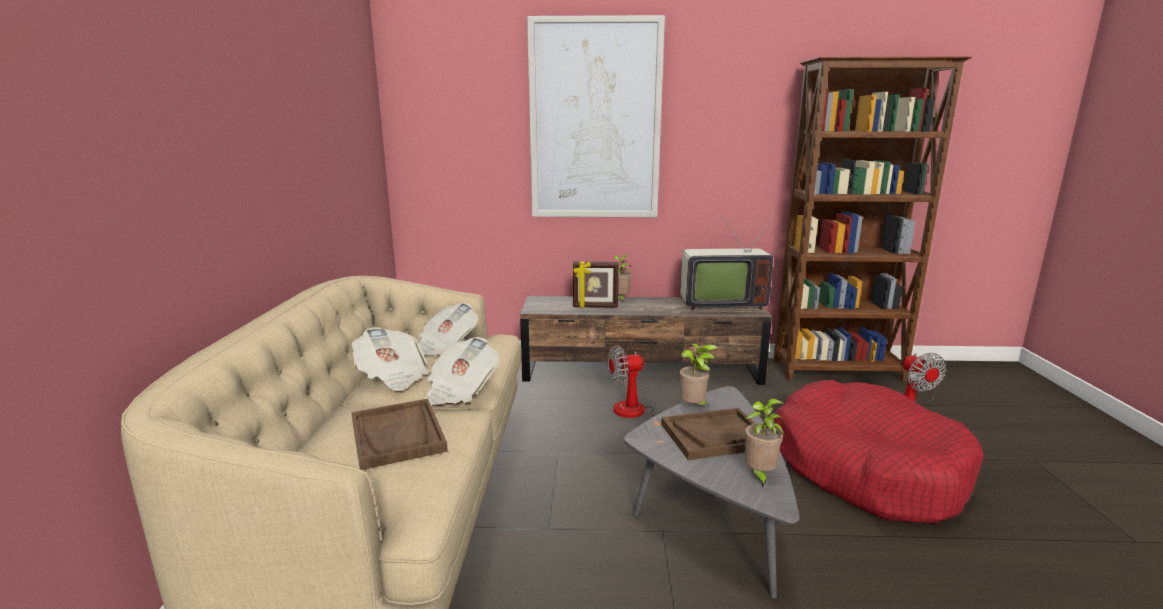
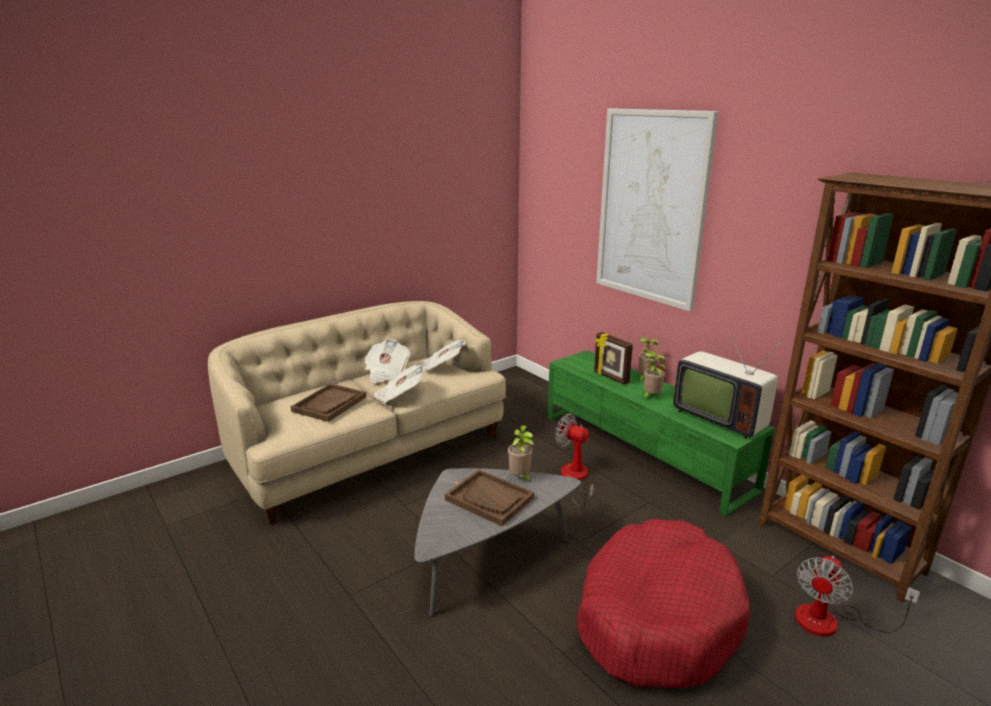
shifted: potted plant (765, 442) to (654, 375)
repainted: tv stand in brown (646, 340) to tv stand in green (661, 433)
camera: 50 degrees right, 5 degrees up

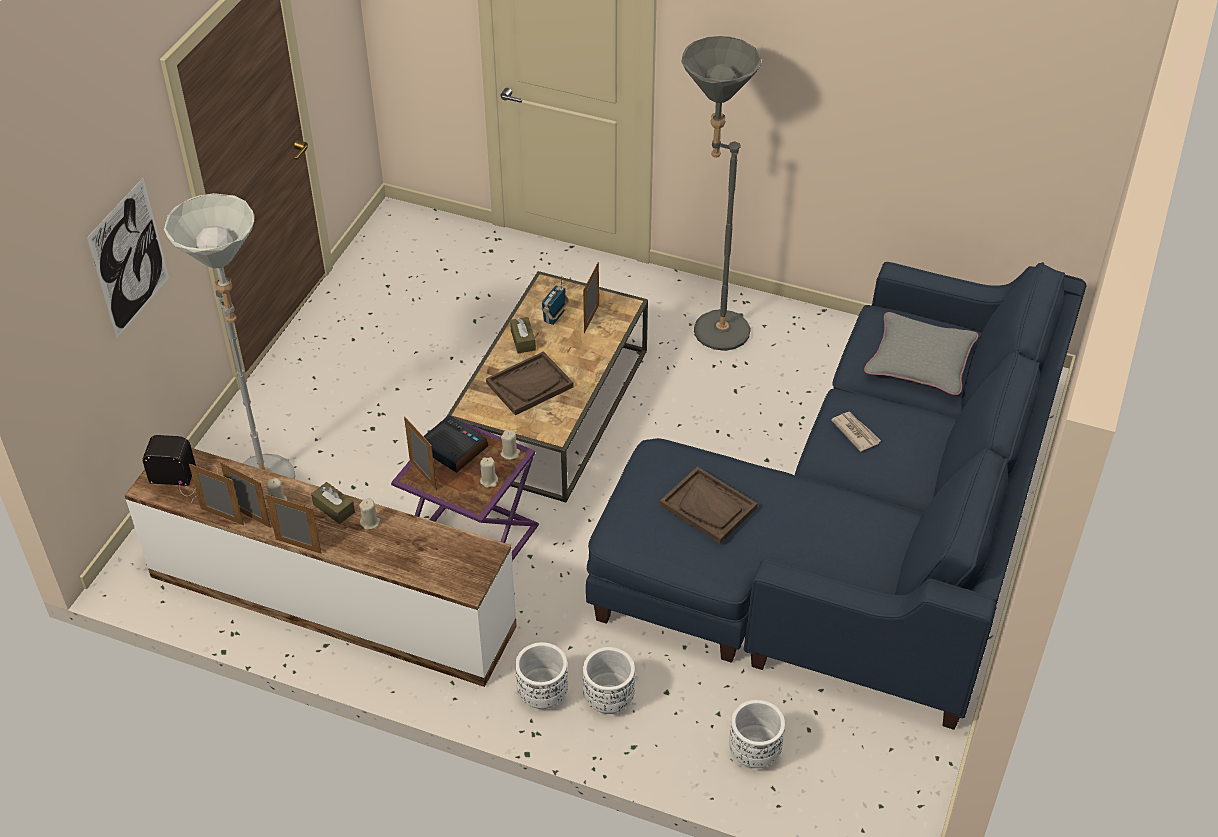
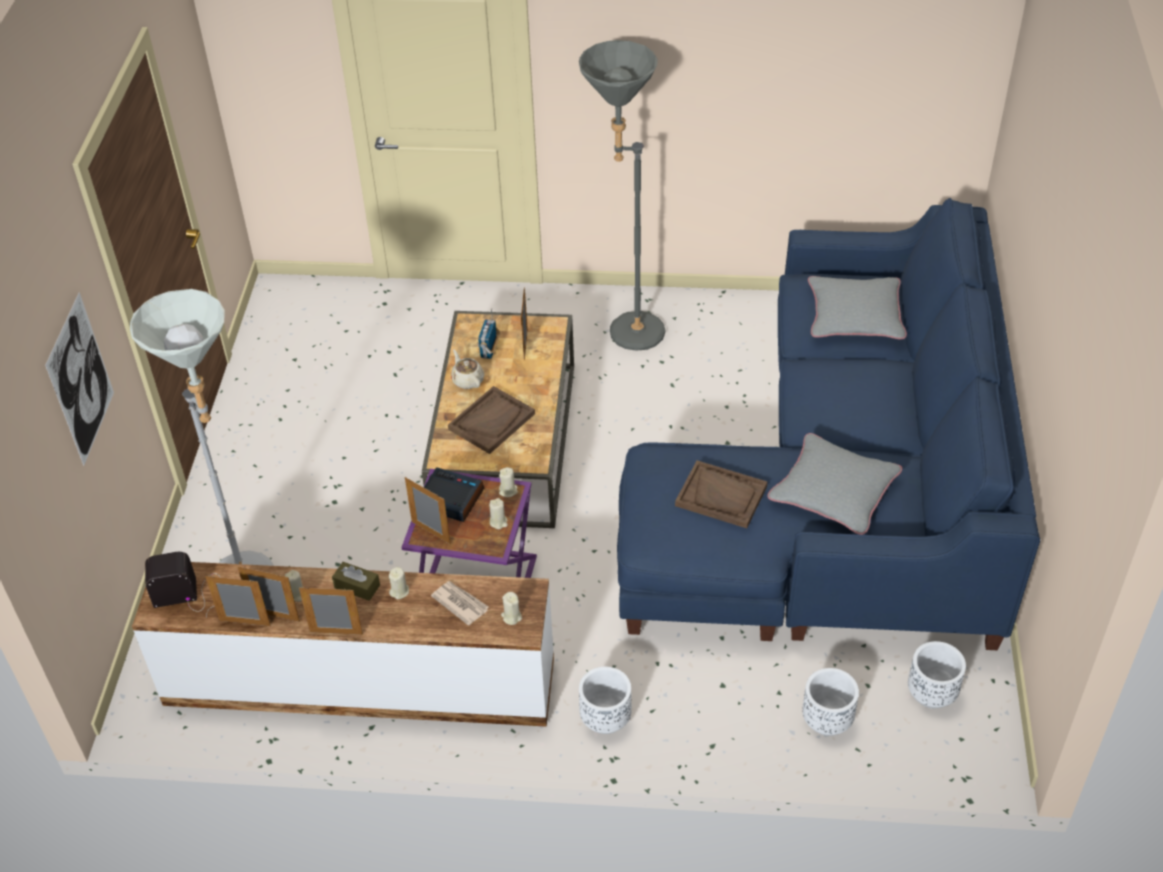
new: candle in beige (511, 608); pillow in grey (834, 484)
shifted: newspaper (856, 432) to (459, 603); planter in white (609, 680) to (937, 675)
swapped: tissue box in brown (523, 335) to teapot in beige (467, 369)
camera: 15 degrees left, 0 degrees up

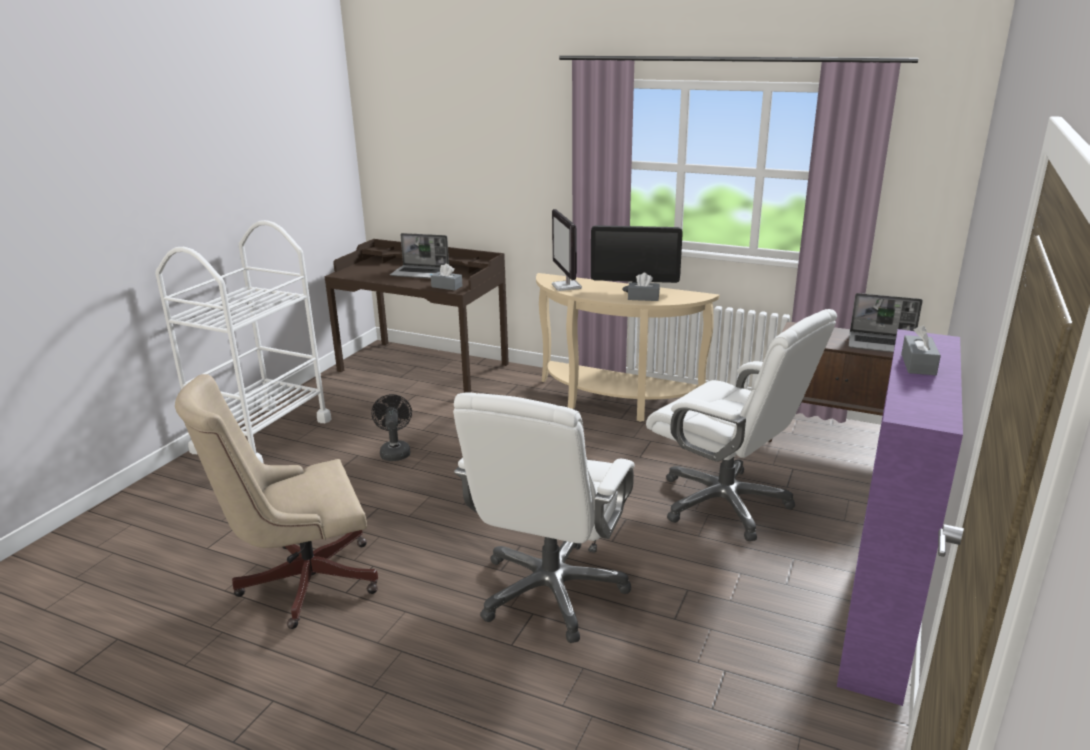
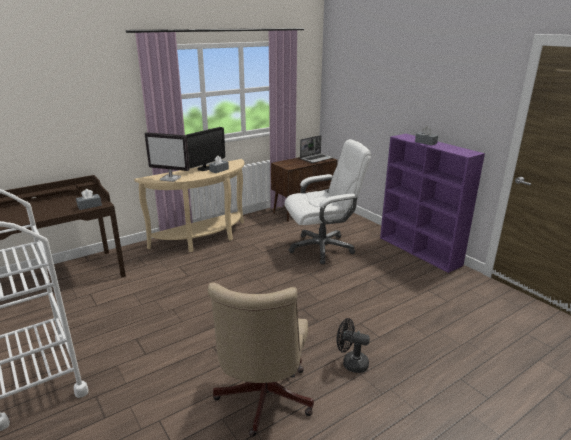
gone: laptop (419, 256); office chair in white (544, 517)
shifted: fan in black (391, 427) to (353, 345)
camera: 60 degrees left, 0 degrees up

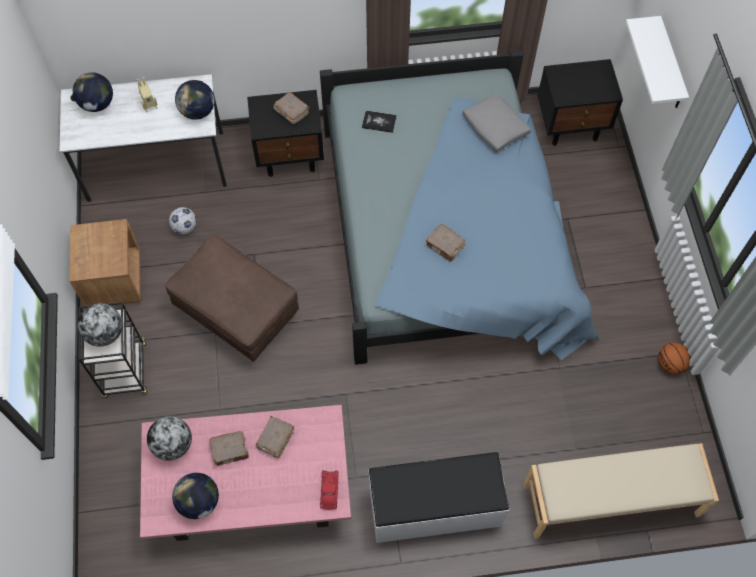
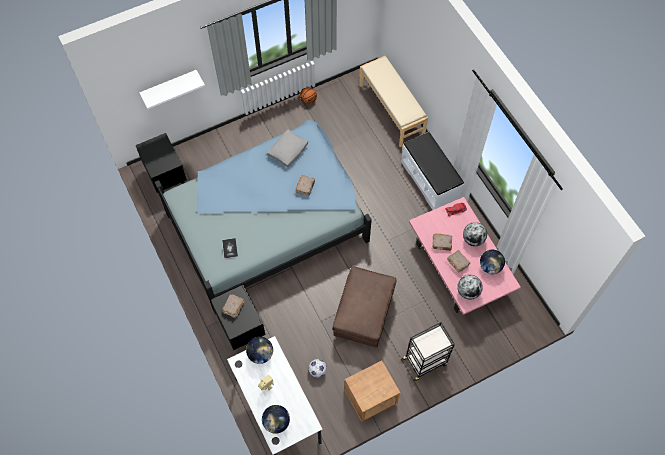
shifted: pillow in grey (496, 122) to (287, 148); globe (100, 325) to (475, 234)
camera: 110 degrees left, 0 degrees up

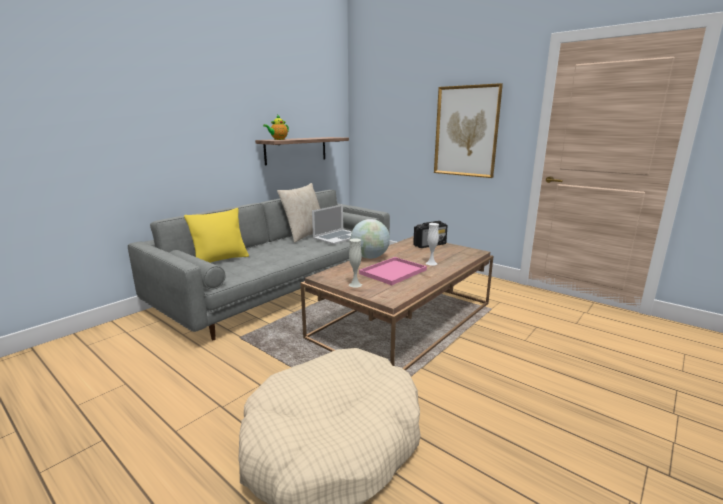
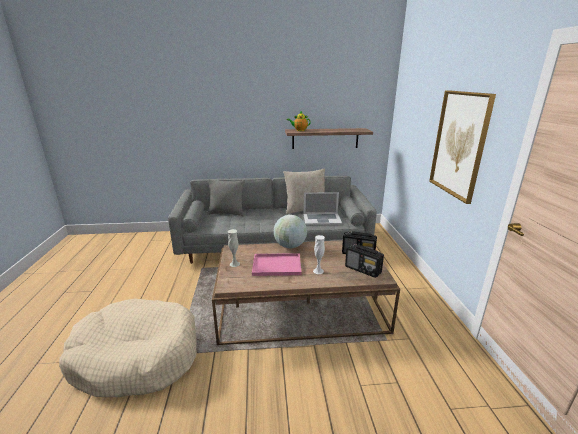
new: radio (364, 261)
repainted: pillow in yellow (216, 235) to pillow in grey (225, 197)
camera: 45 degrees right, 5 degrees up

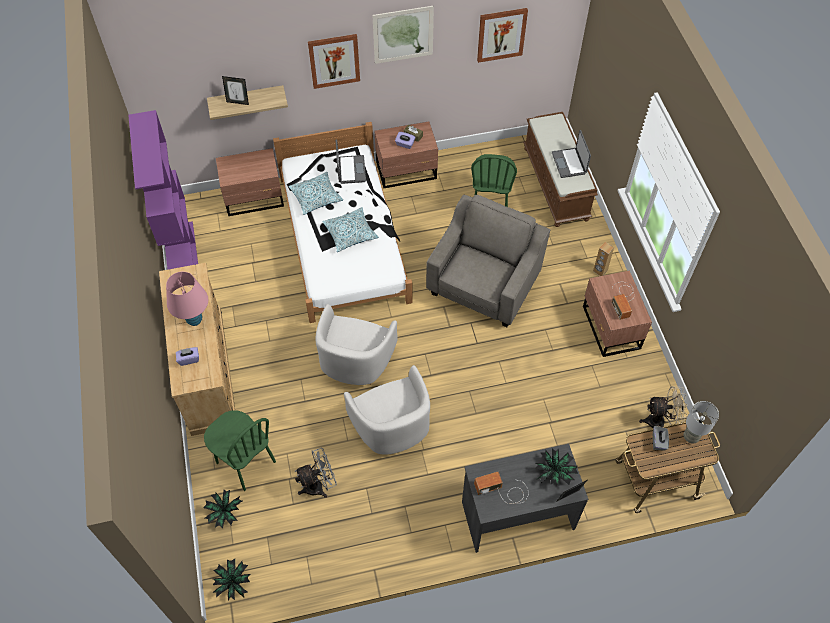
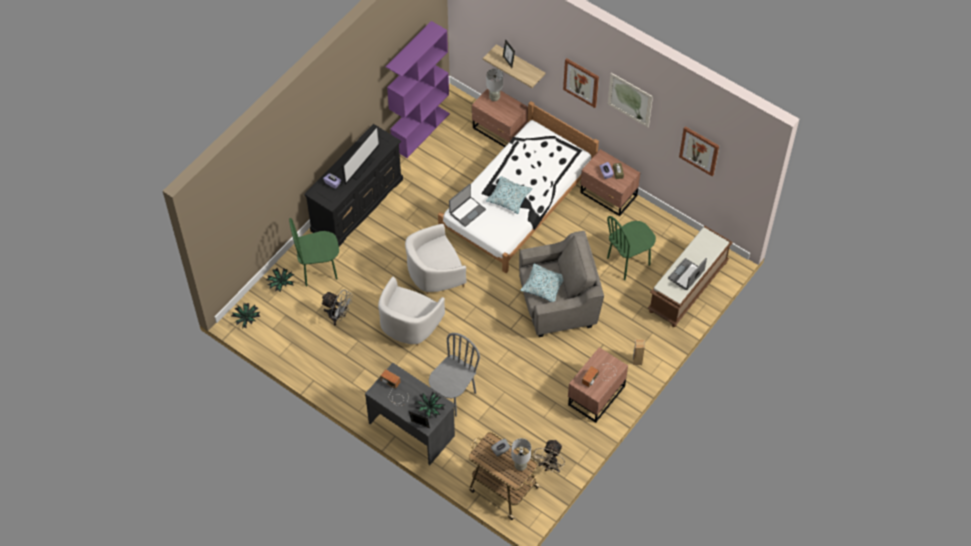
new: chair in grey (454, 375); table lamp in grey (494, 85)
shifted: laptop (351, 162) to (467, 205); pillow (315, 193) to (542, 282)
swapped: table lamp in pink (187, 299) to monitor (360, 155)
repainted: dresser in beige (197, 349) to dresser in black (353, 185)
rotated: chair in green (240, 450) = (314, 252) 75 degrees clockwise; fan in beige (663, 407) = (548, 456) 60 degrees clockwise
camera: 50 degrees right, 0 degrees up

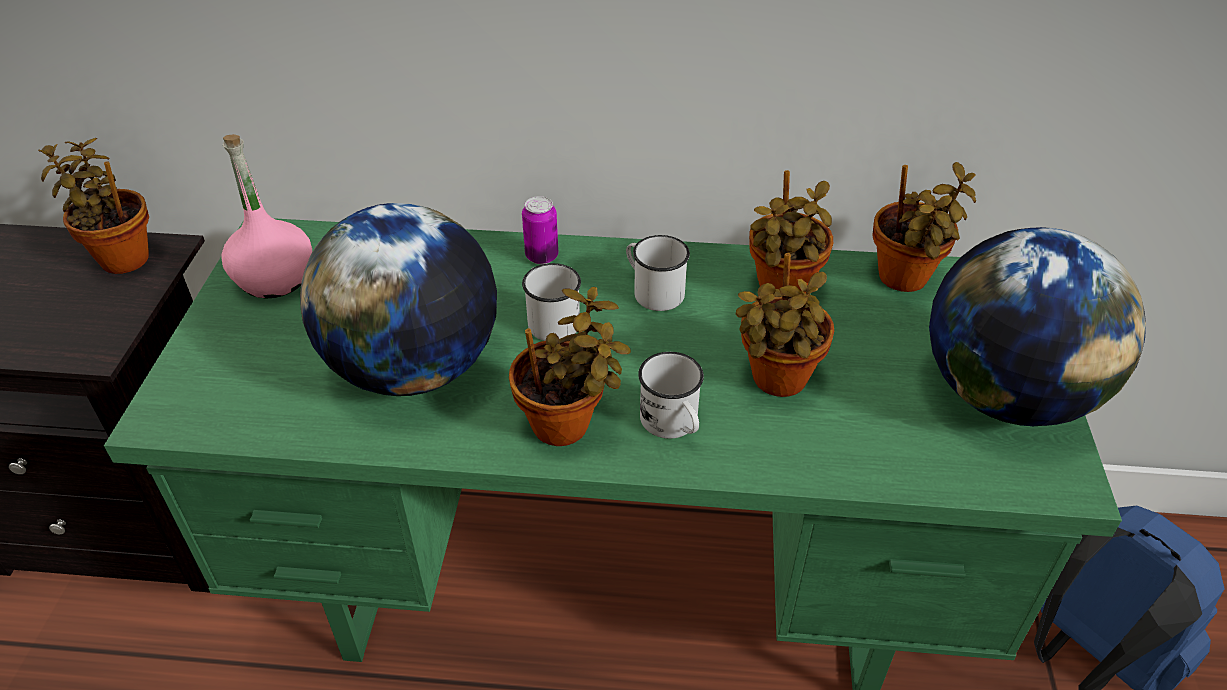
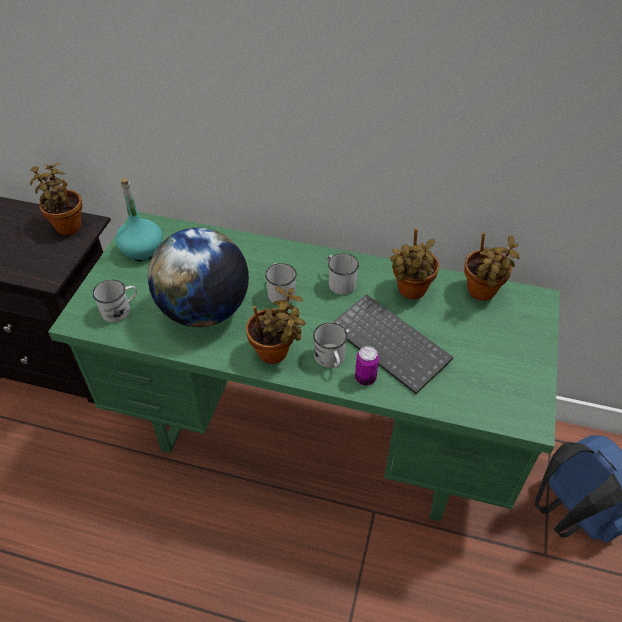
gone: globe (1037, 326)
new: mug in white (114, 301)
shifted: can (540, 230) to (367, 366)
swapped: potted plant (785, 325) to keyboard (392, 344)
repainted: bottle in pink (266, 216) to bottle in turquoise (139, 219)
camera: 10 degrees right, 5 degrees up

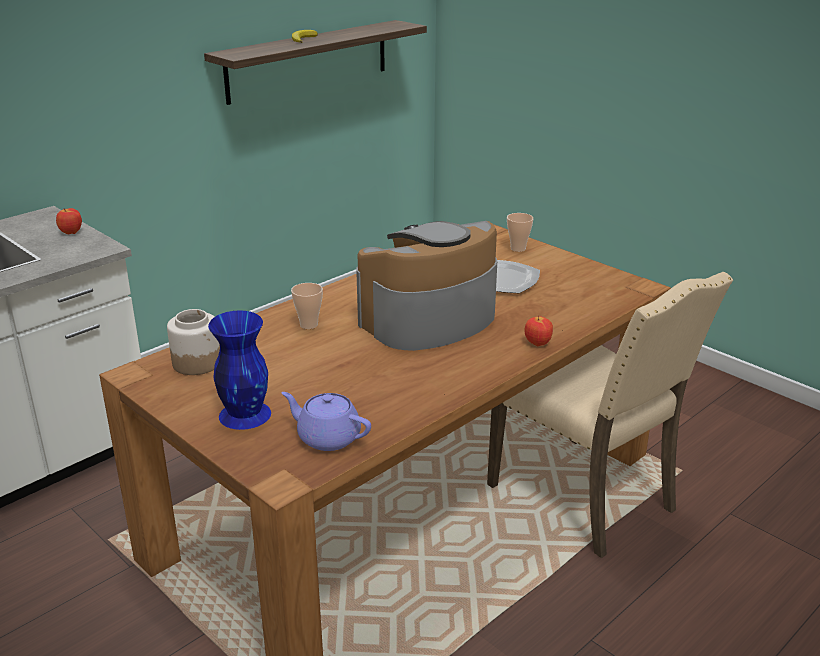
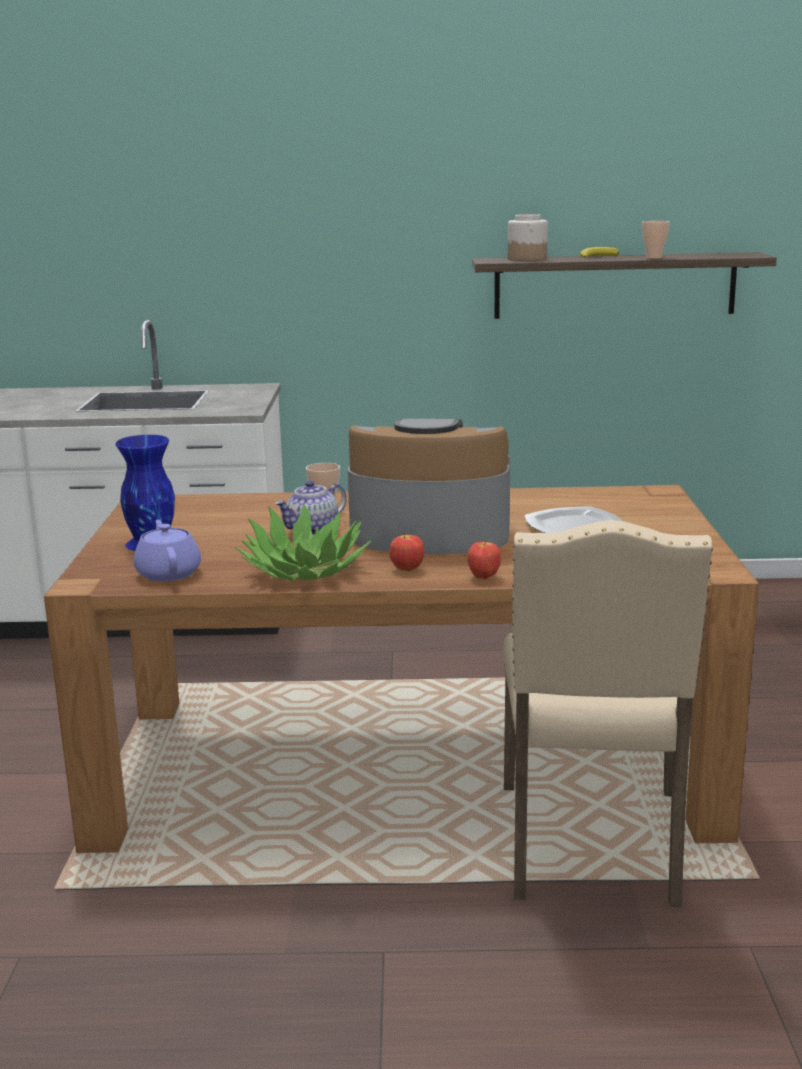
new: potted plant (303, 542); teapot (310, 508)
shifted: apple (69, 221) to (406, 552); jar (193, 342) to (528, 237); cup (520, 232) to (656, 240)
camera: 45 degrees right, 10 degrees down

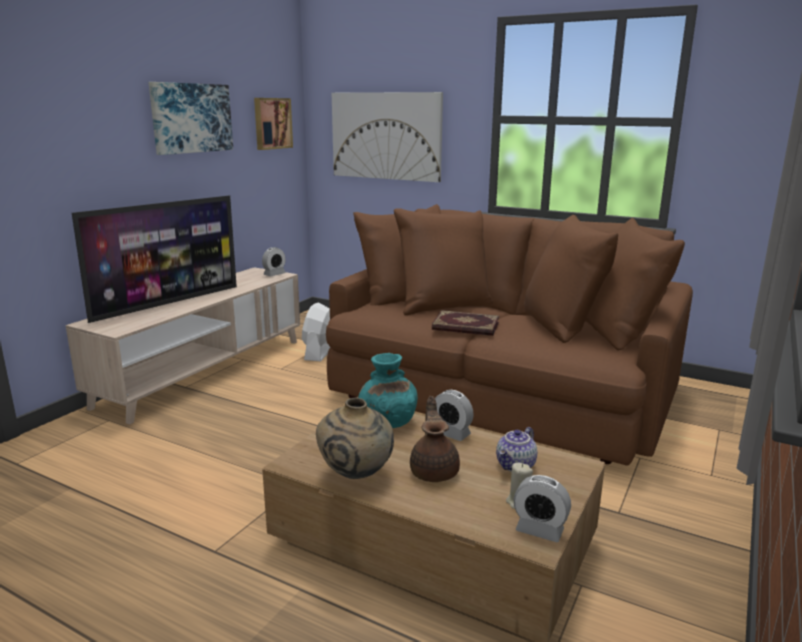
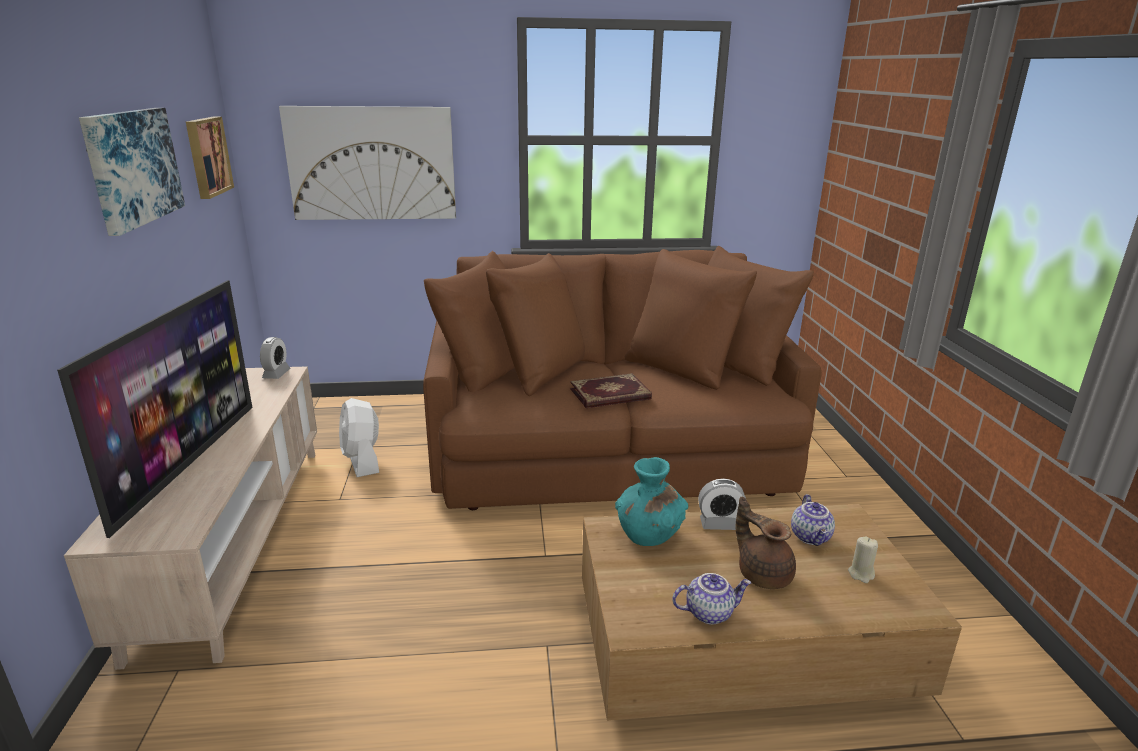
gone: alarm clock (542, 508)
swapped: vase in beige (355, 438) to teapot (712, 599)
camera: 35 degrees left, 5 degrees up

